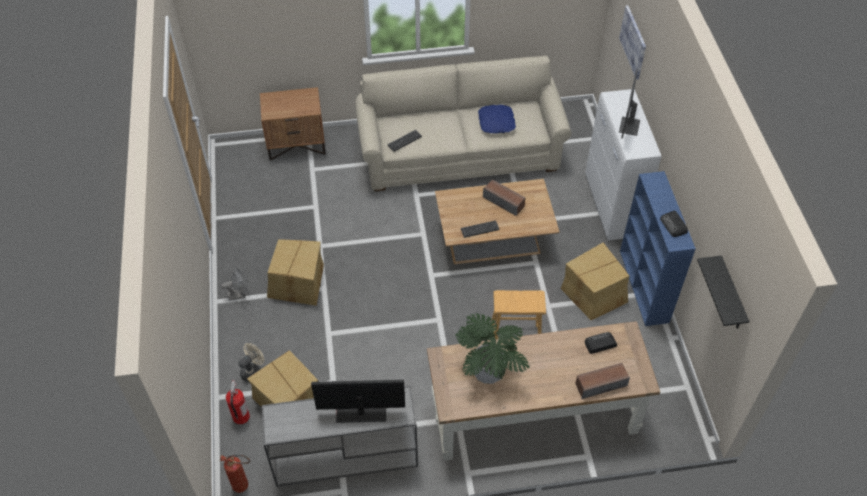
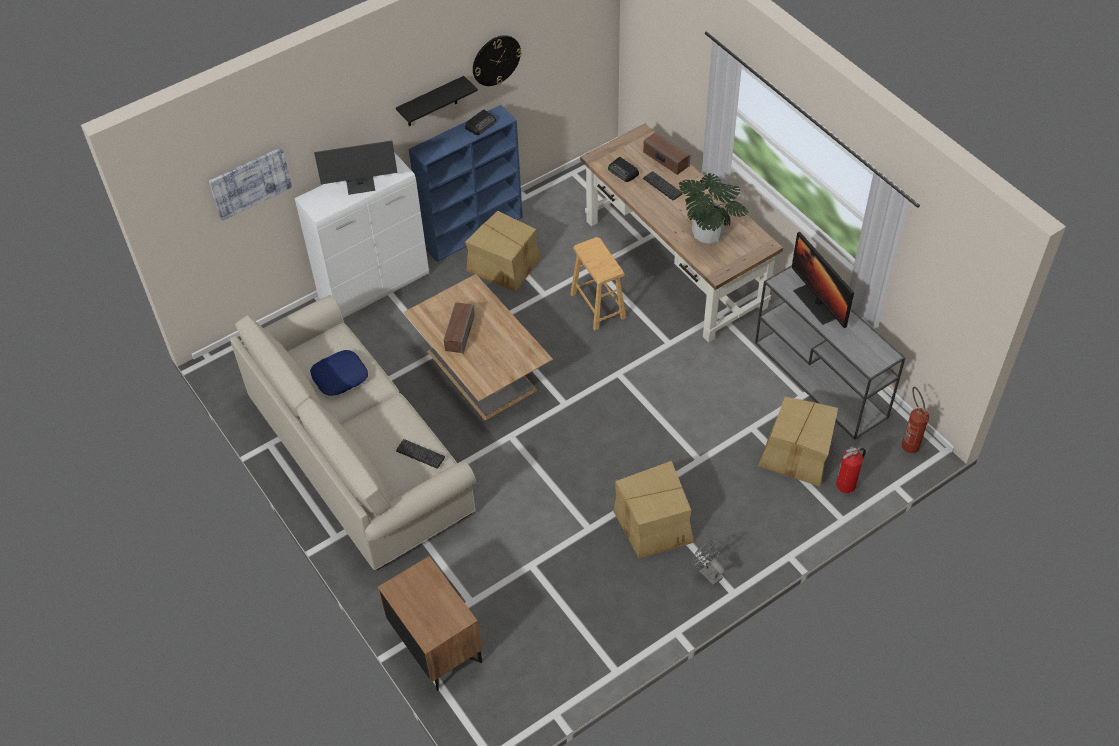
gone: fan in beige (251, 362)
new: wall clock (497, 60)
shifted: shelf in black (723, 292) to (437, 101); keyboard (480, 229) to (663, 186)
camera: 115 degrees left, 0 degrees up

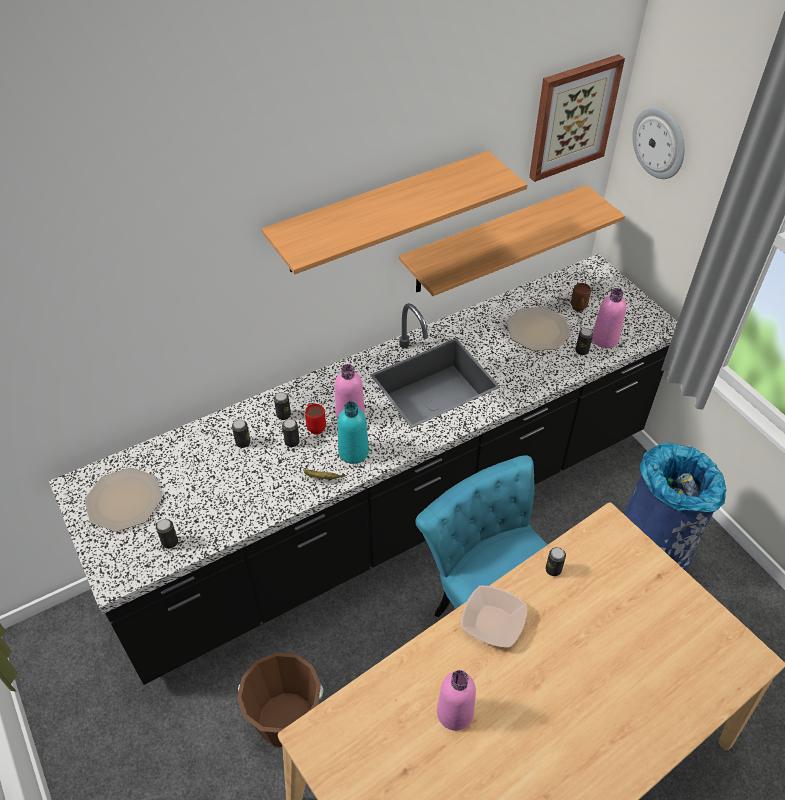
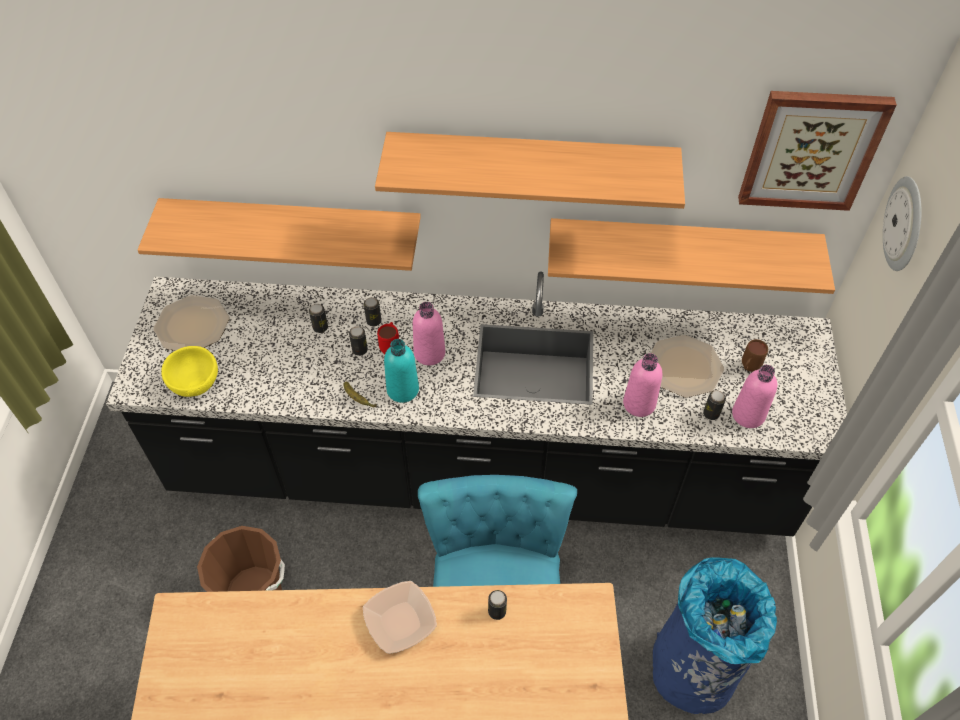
new: shelf (279, 234)
shifted: bottle in pink (456, 700) to (642, 385)
swapped: can (167, 534) to bowl in yellow (189, 371)
camera: 35 degrees right, 5 degrees up

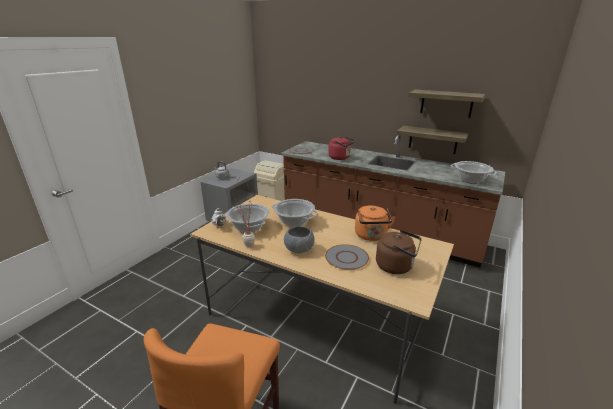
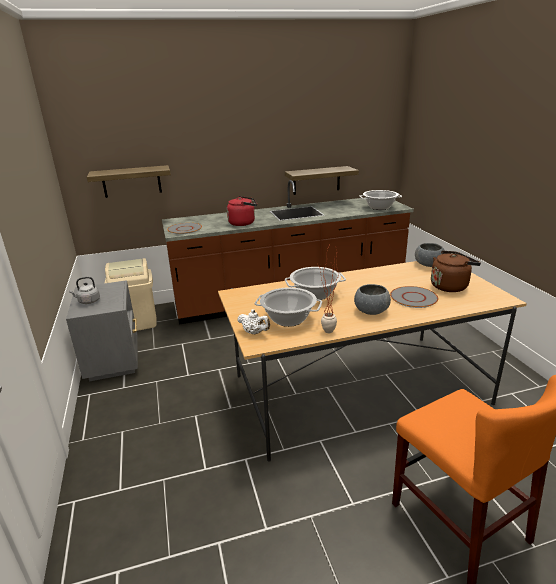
gone: kettle in orange (375, 223)
new: bowl in grey (430, 255)
shifted: shelf (446, 103) to (129, 181)
camera: 45 degrees left, 0 degrees up

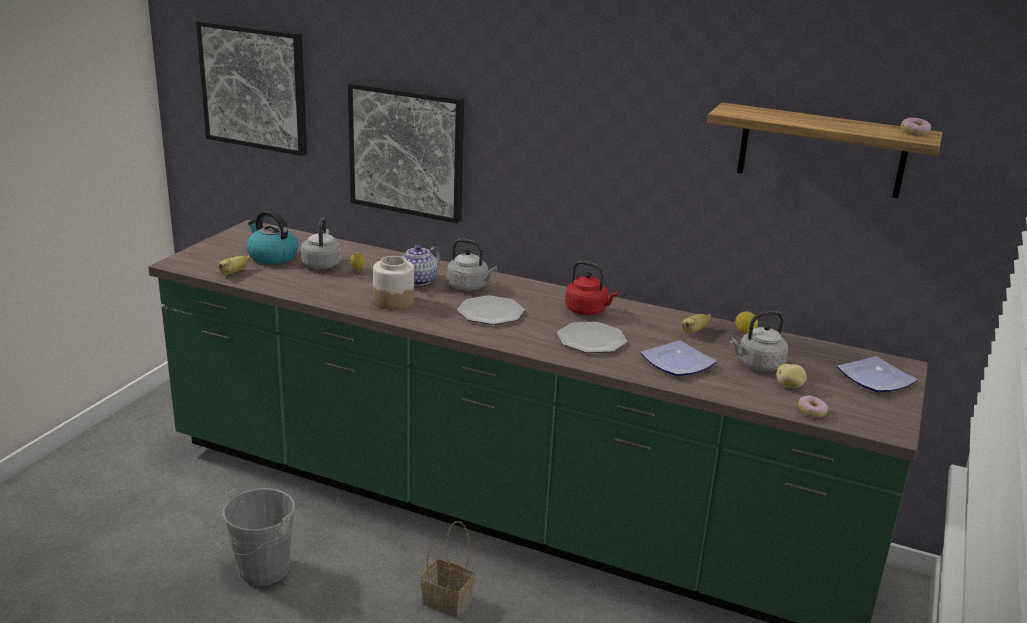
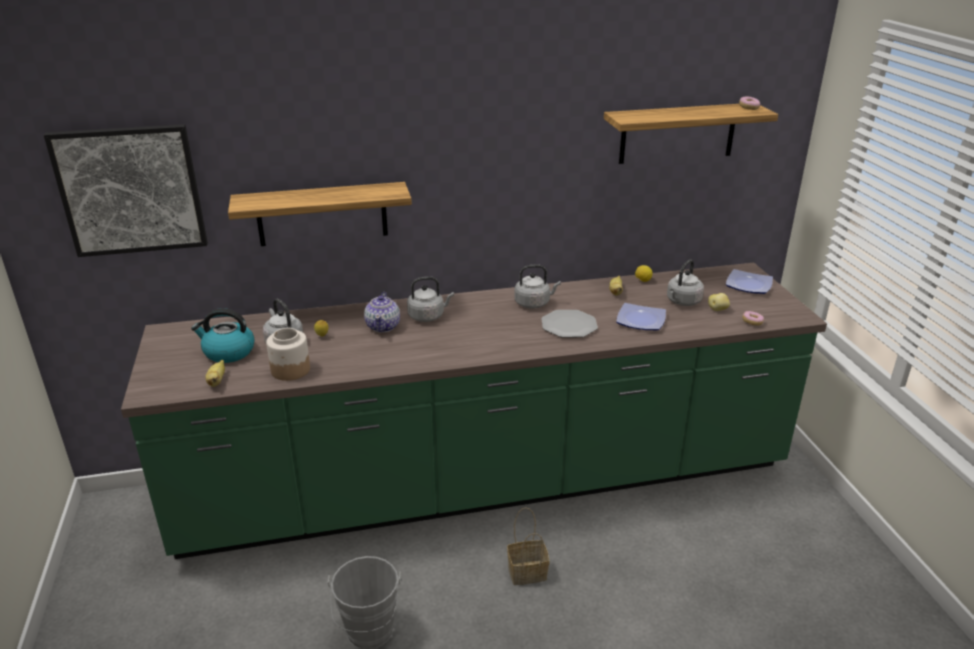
gone: plate (491, 310)
shifted: jar (393, 283) to (288, 354)
swapped: picture (406, 153) to shelf (320, 214)
repainted: kettle in red (591, 288) to kettle in grey (537, 287)
camera: 35 degrees left, 5 degrees up

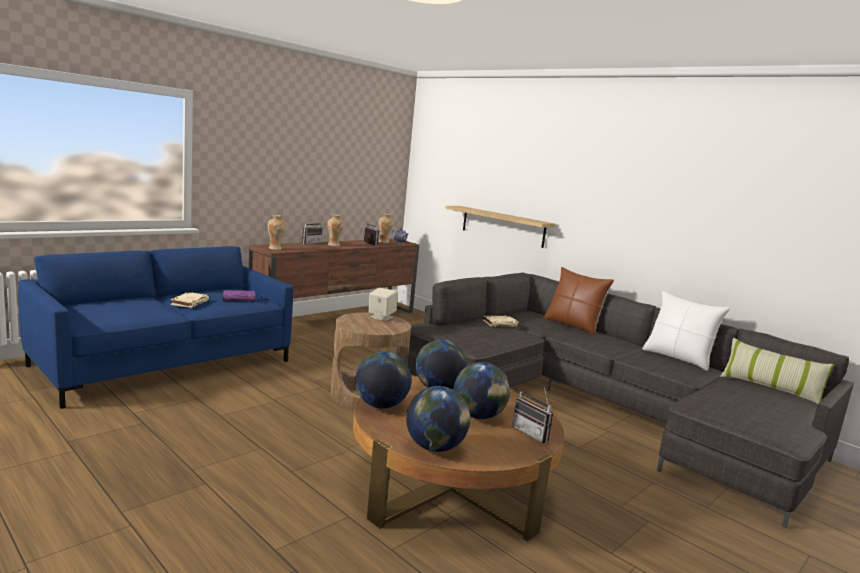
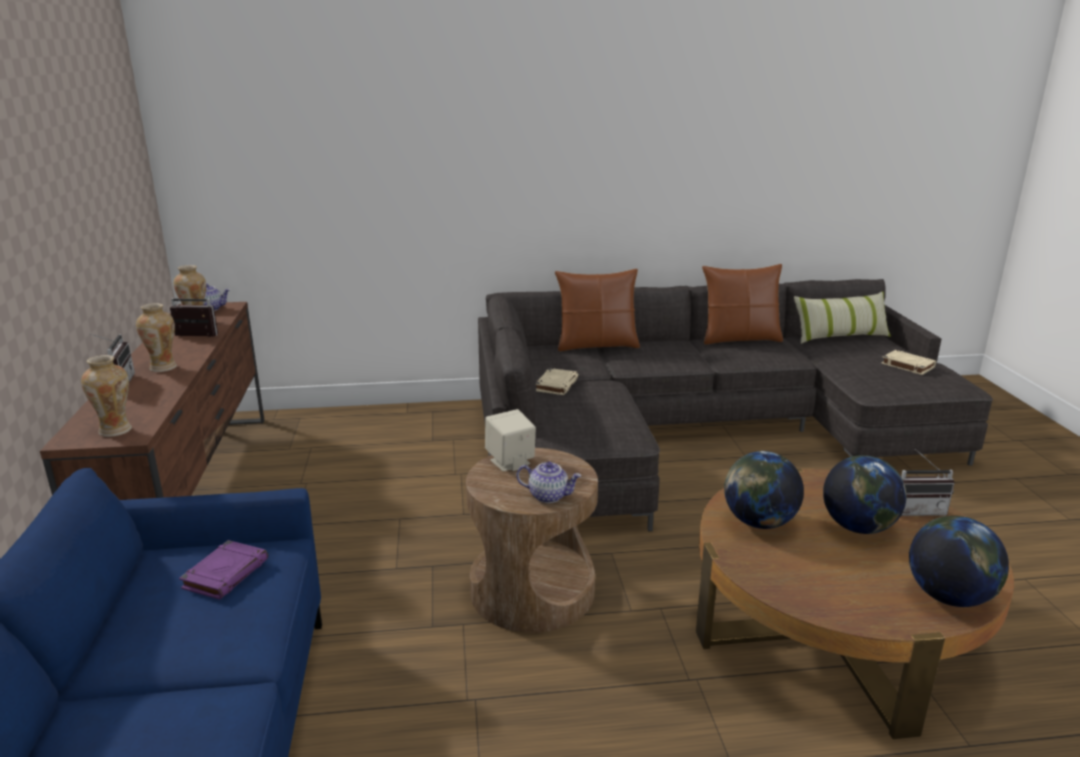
gone: globe (383, 380); shelf (500, 227)
new: teapot (549, 482)
shifted: book in beige (190, 300) to (909, 362)
repainted: pillow in white (686, 331) to pillow in brown (742, 304)
camera: 50 degrees left, 10 degrees up

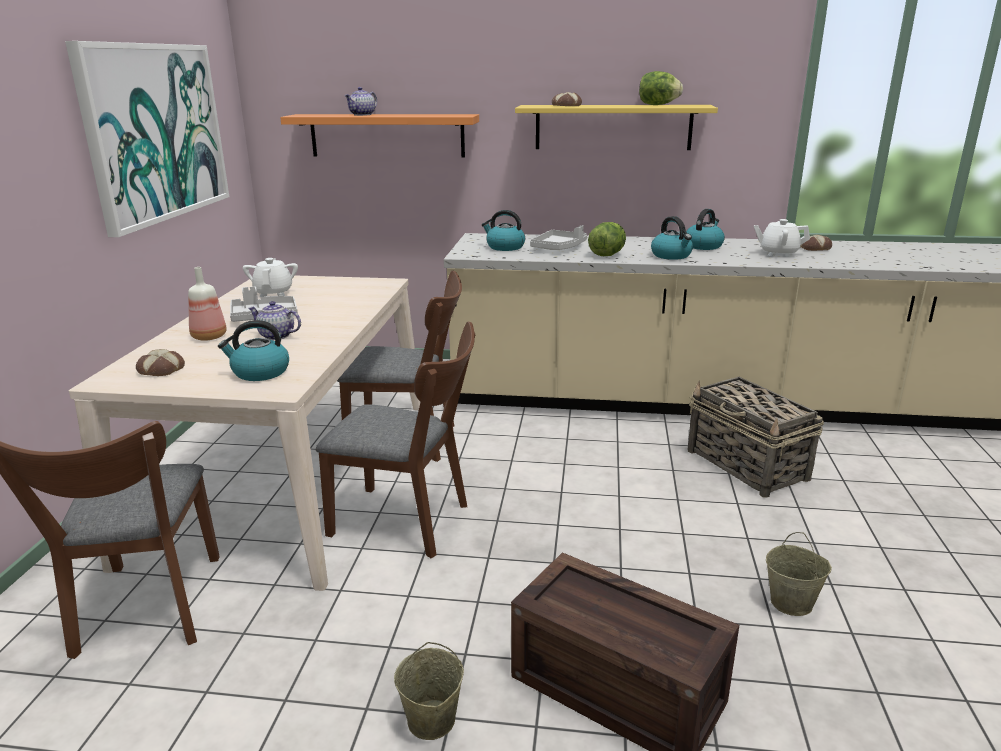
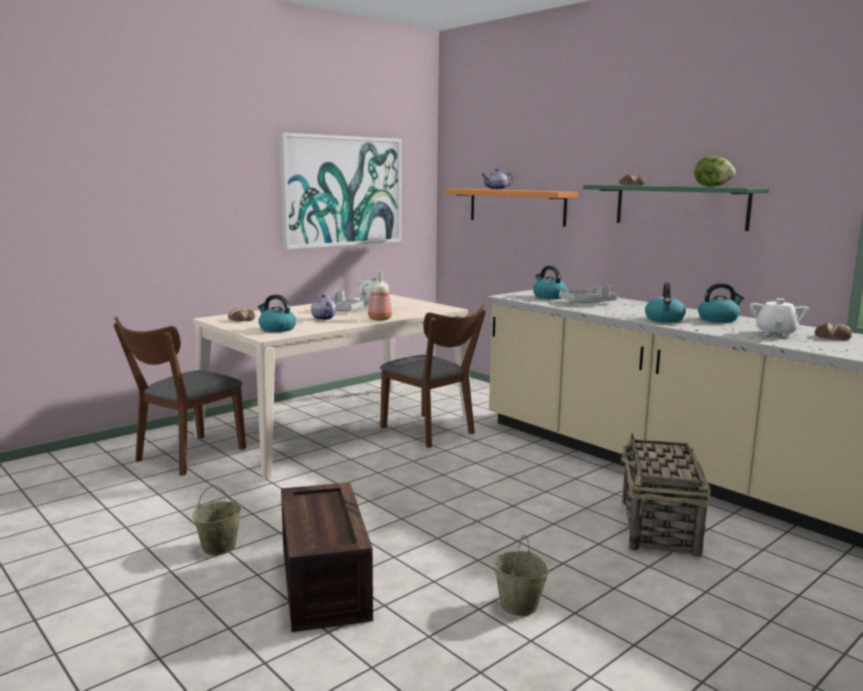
gone: chair in brown (395, 440); lettuce (607, 239)
shifted: bottle (207, 304) to (380, 295)
repainted: shelf in yellow (616, 127) to shelf in green (676, 208)
rotated: teapot in white (782, 238) = (779, 317) 60 degrees clockwise
camera: 40 degrees right, 10 degrees down

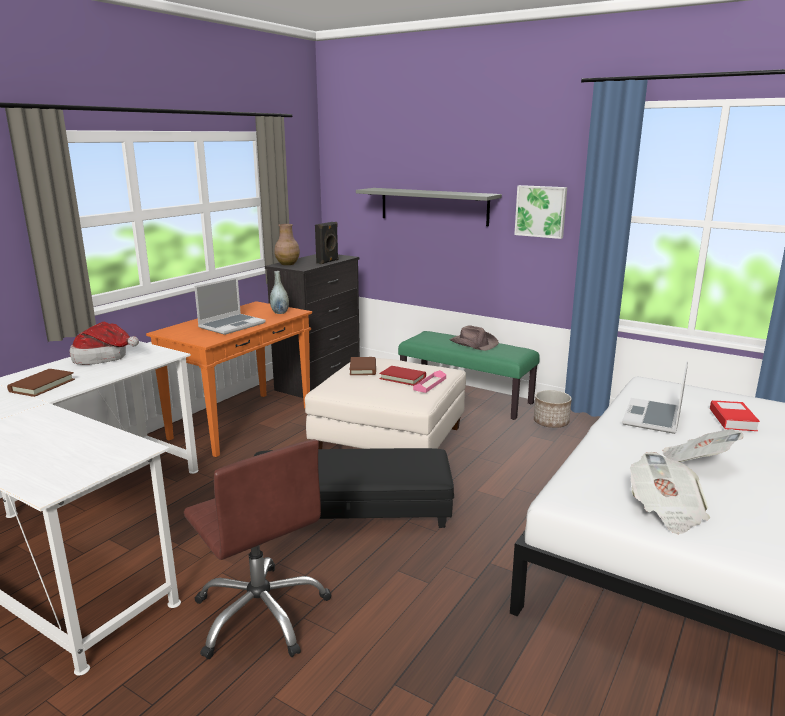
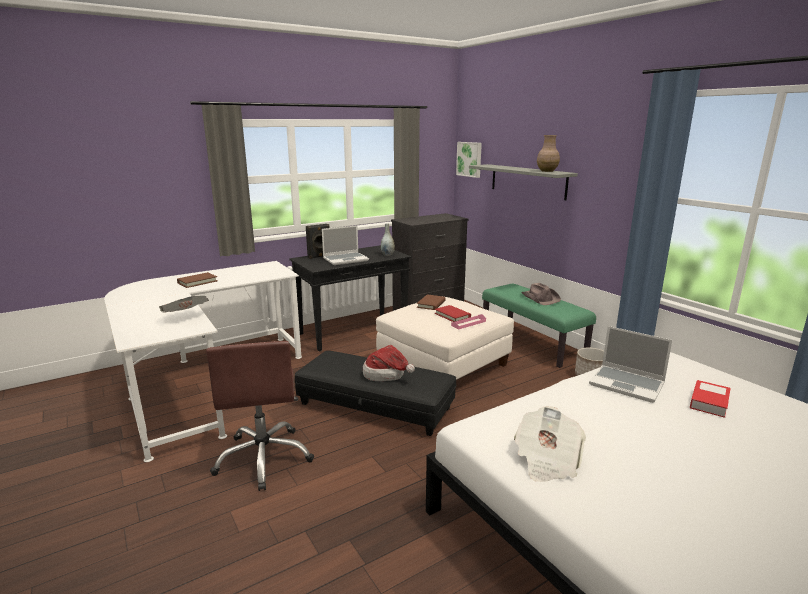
shifted: newspaper (702, 445) to (184, 304); speaker in black (326, 243) to (317, 241); hat (104, 343) to (389, 363); picture (540, 212) to (469, 160); vase in brown (287, 244) to (548, 153)
repainted: console table in orange (229, 379) to console table in black (350, 298)
rotated: laptop (655, 397) = (630, 364) 105 degrees counterclockwise
camera: 25 degrees right, 0 degrees up

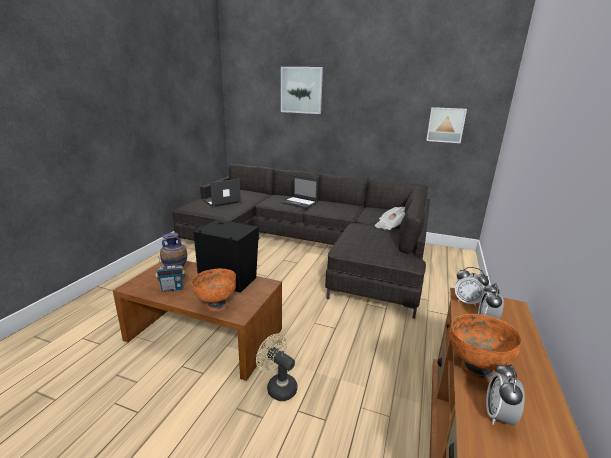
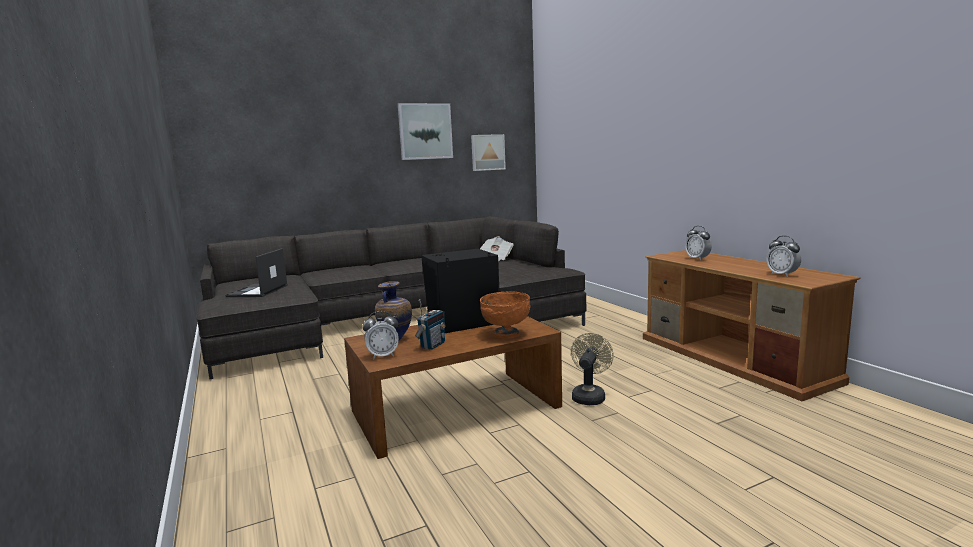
gone: laptop (299, 192); bowl in orange (485, 347)
shifted: alarm clock (472, 287) to (380, 335); picture (302, 90) to (425, 131)
rotated: fan in beige (277, 367) = (592, 369) 120 degrees clockwise
camera: 45 degrees left, 10 degrees down

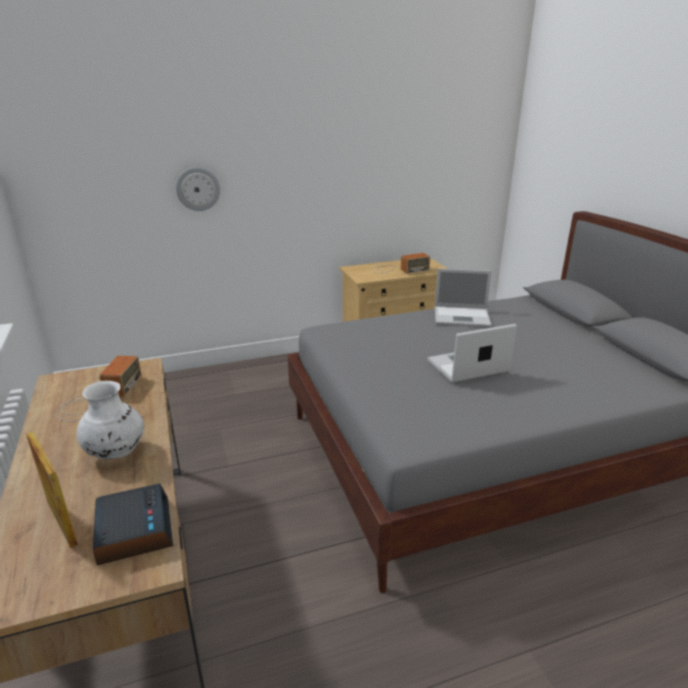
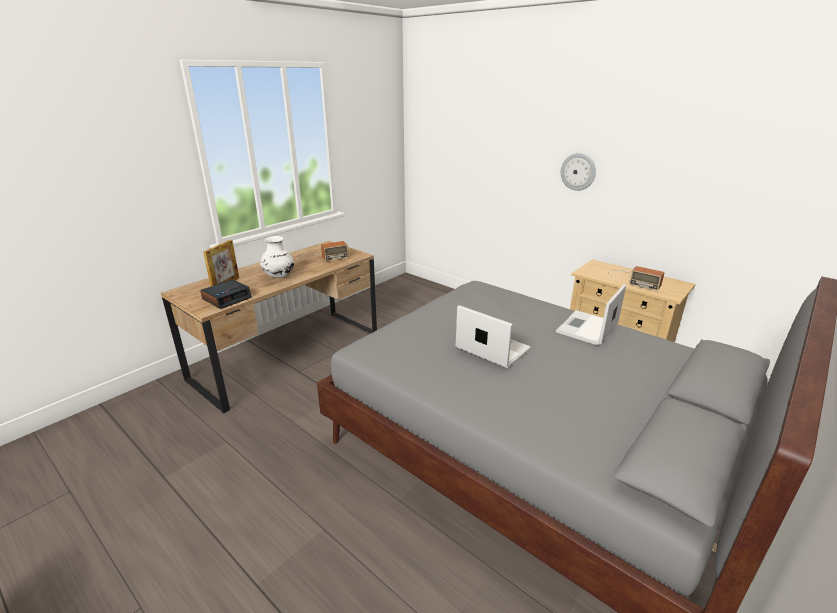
shifted: wall clock (198, 189) to (578, 172)
rotated: laptop (463, 298) = (591, 314) 60 degrees clockwise
camera: 60 degrees right, 0 degrees up

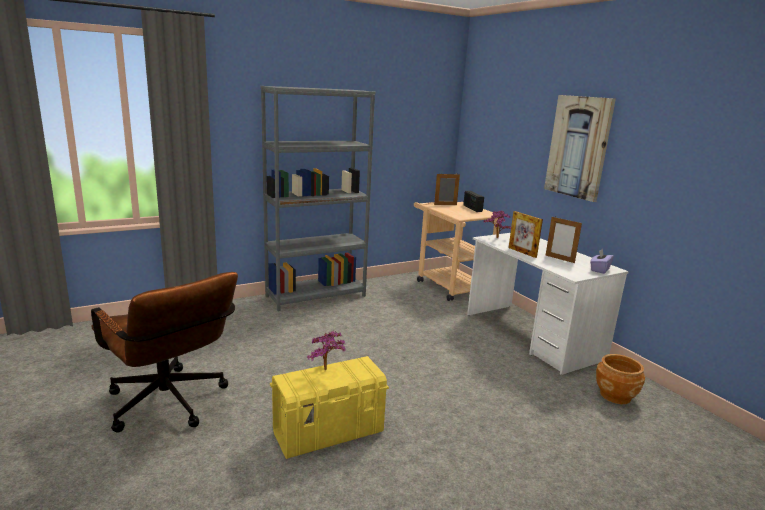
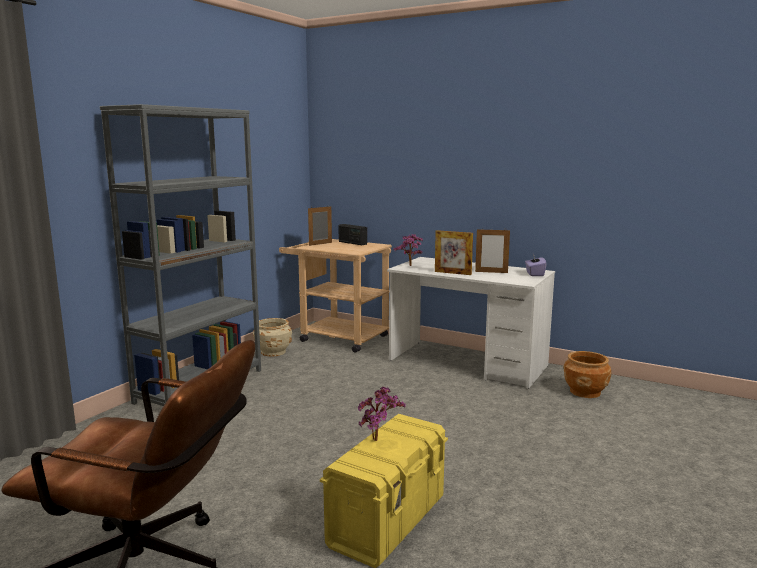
gone: picture (580, 148)
new: planter in beige (272, 337)
camera: 30 degrees left, 5 degrees down

